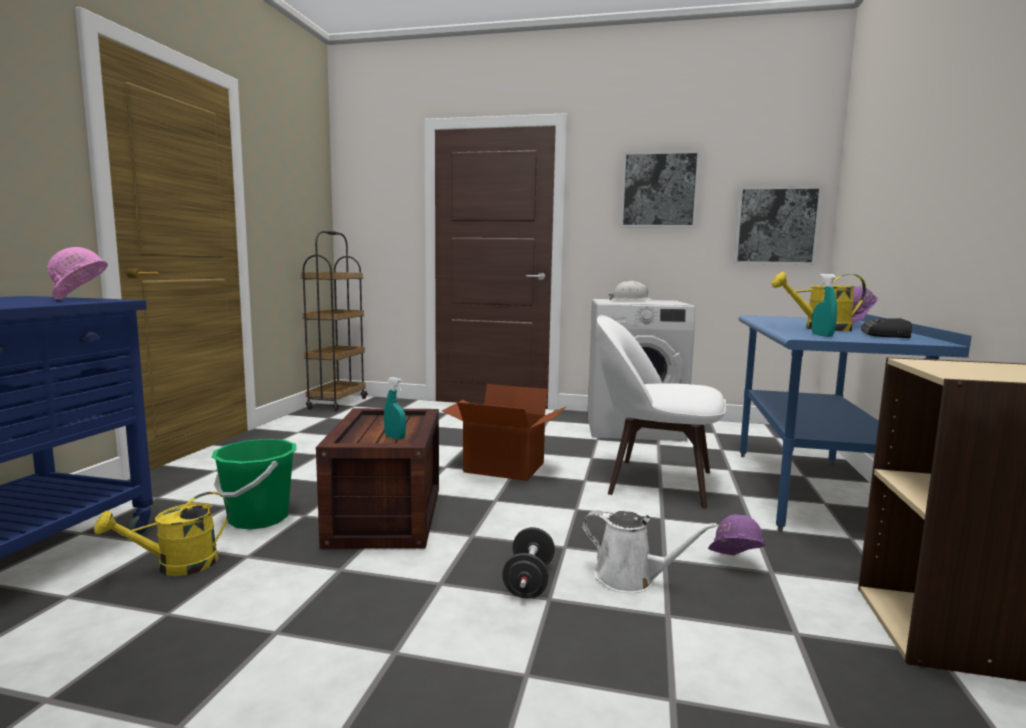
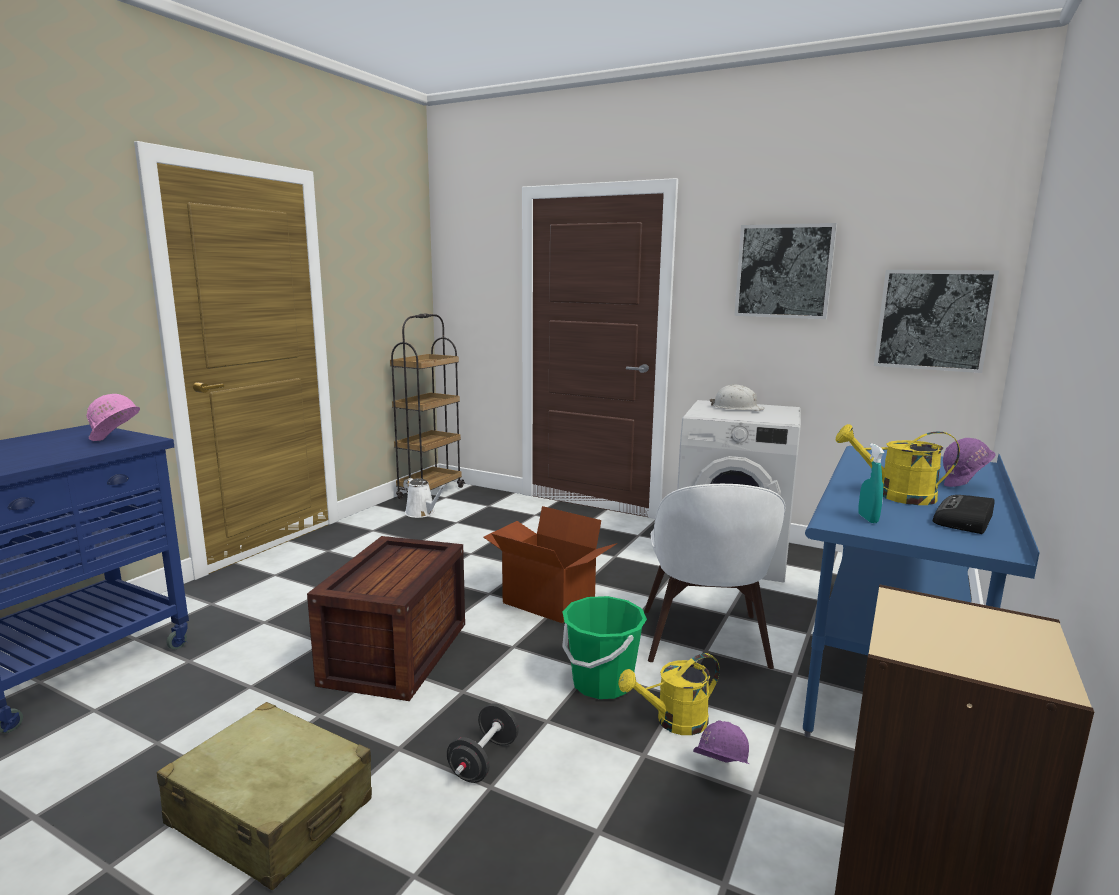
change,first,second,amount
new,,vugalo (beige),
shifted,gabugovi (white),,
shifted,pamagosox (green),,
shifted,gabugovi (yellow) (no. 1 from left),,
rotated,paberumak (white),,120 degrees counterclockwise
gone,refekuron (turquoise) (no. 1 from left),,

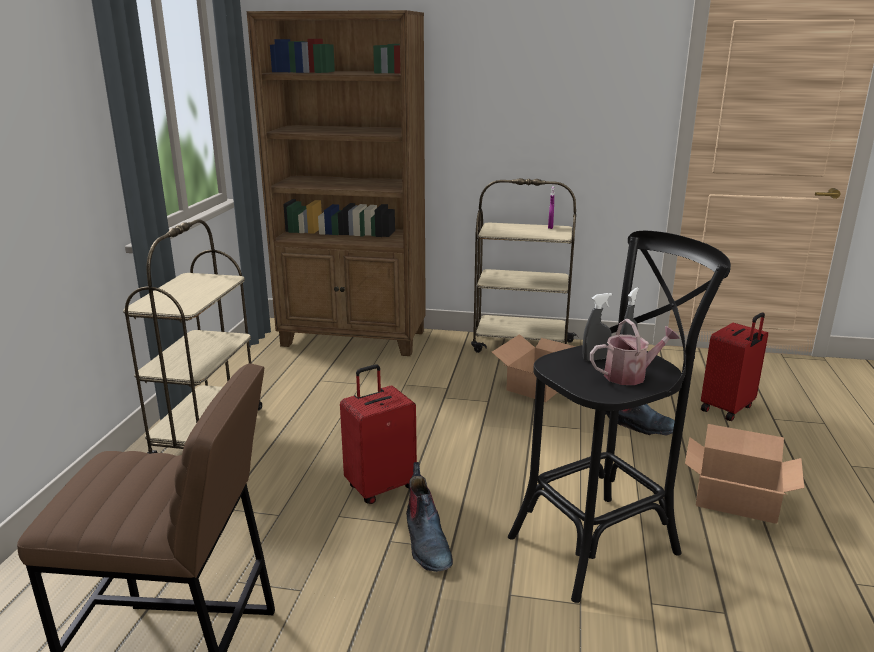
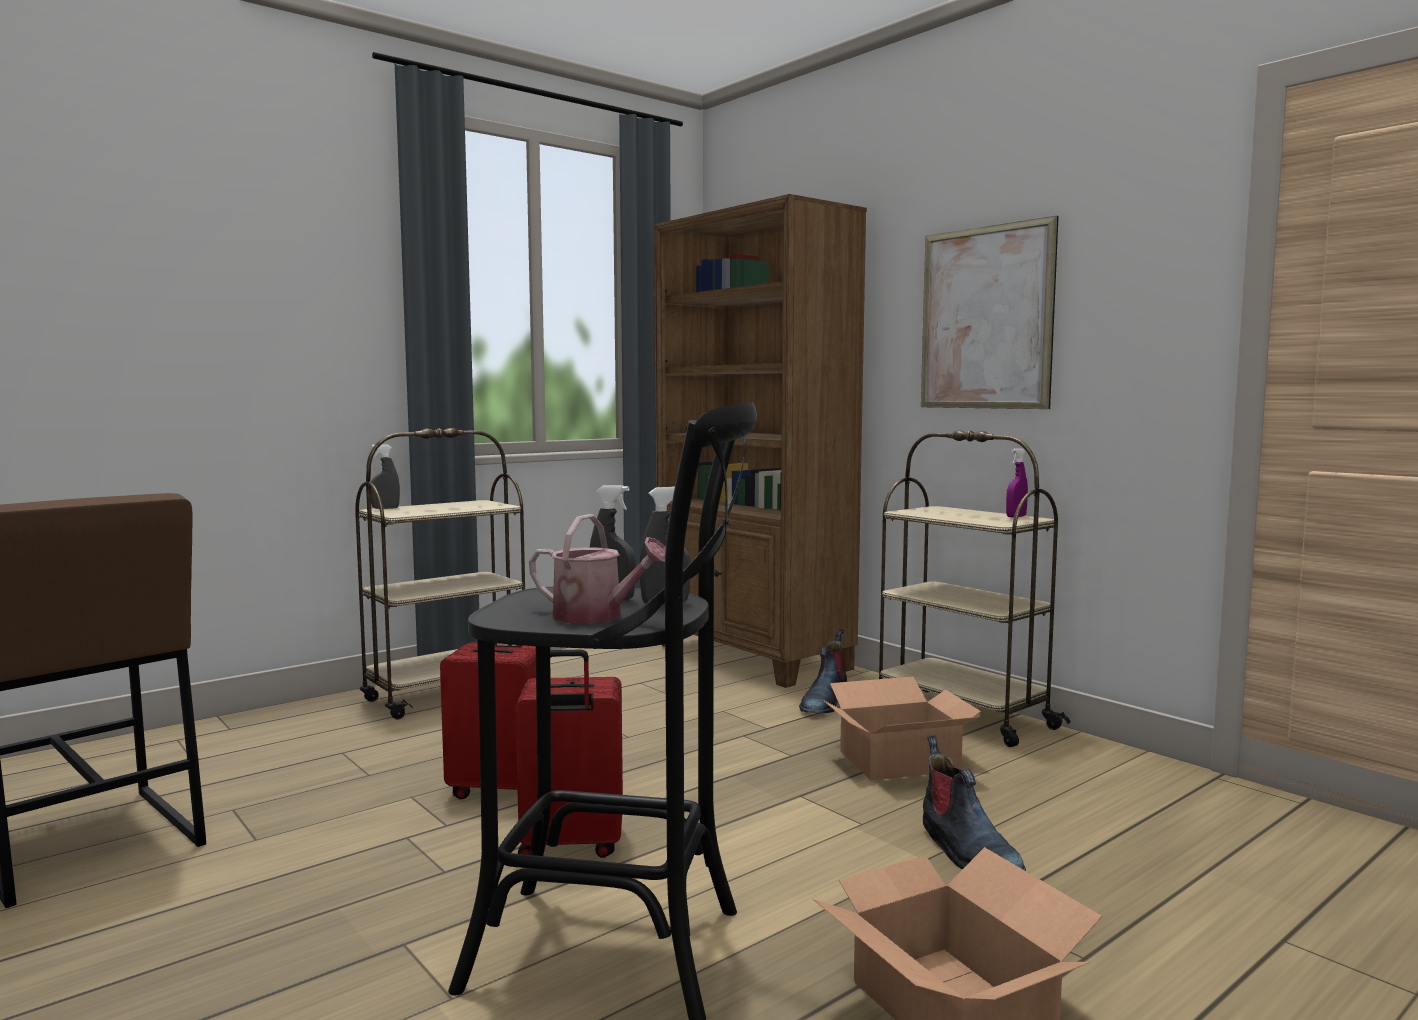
change,first,second,amount
new,,refekuron (grey) (no. 1 from left),
shifted,vugalo (red) (no. 2 from left),,
shifted,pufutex (no. 1 from left),,
new,,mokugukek,

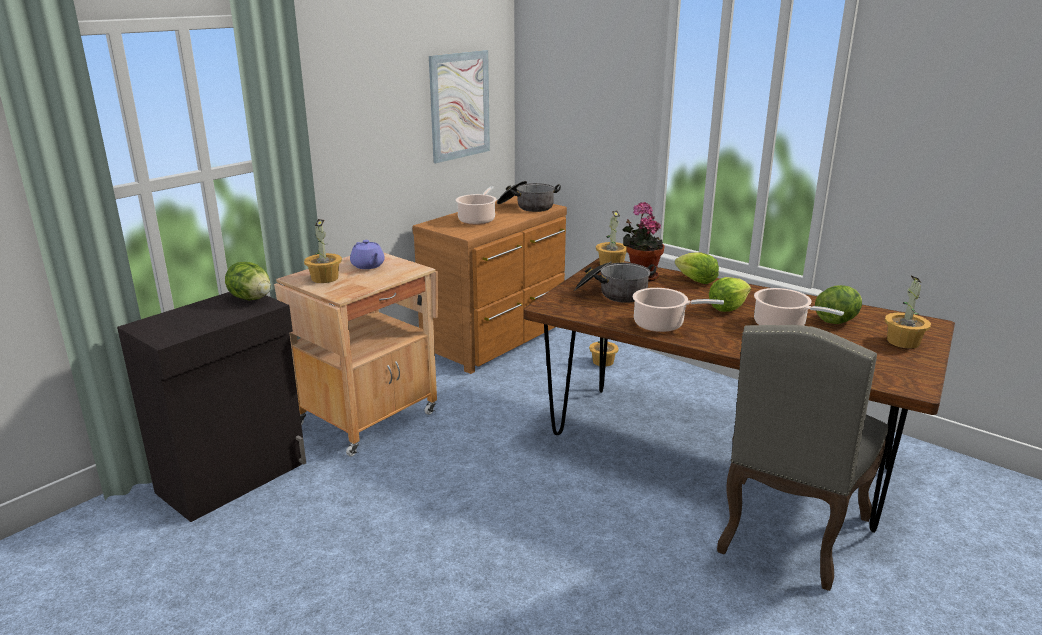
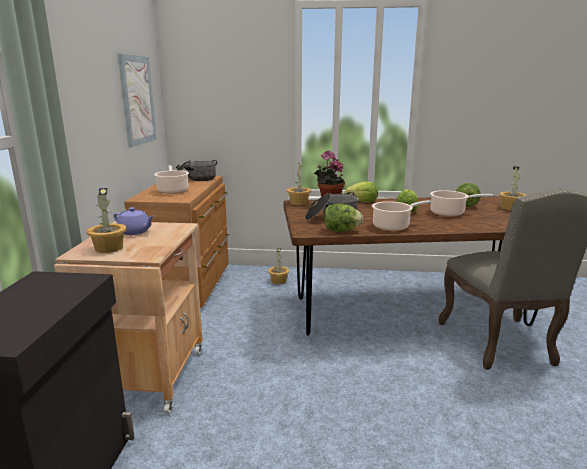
change,first,second,amount
shifted,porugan (no. 1 from left),,

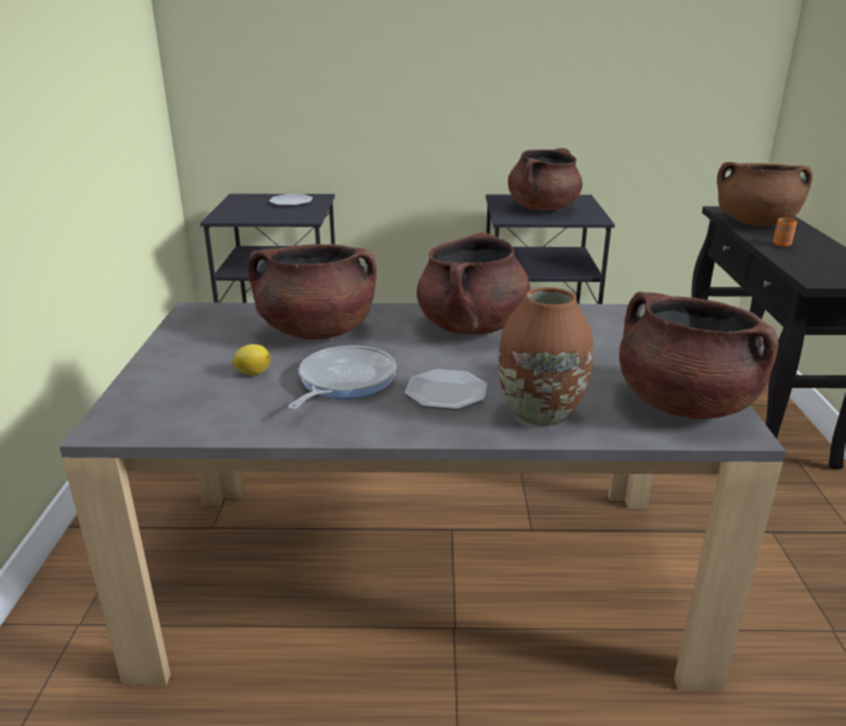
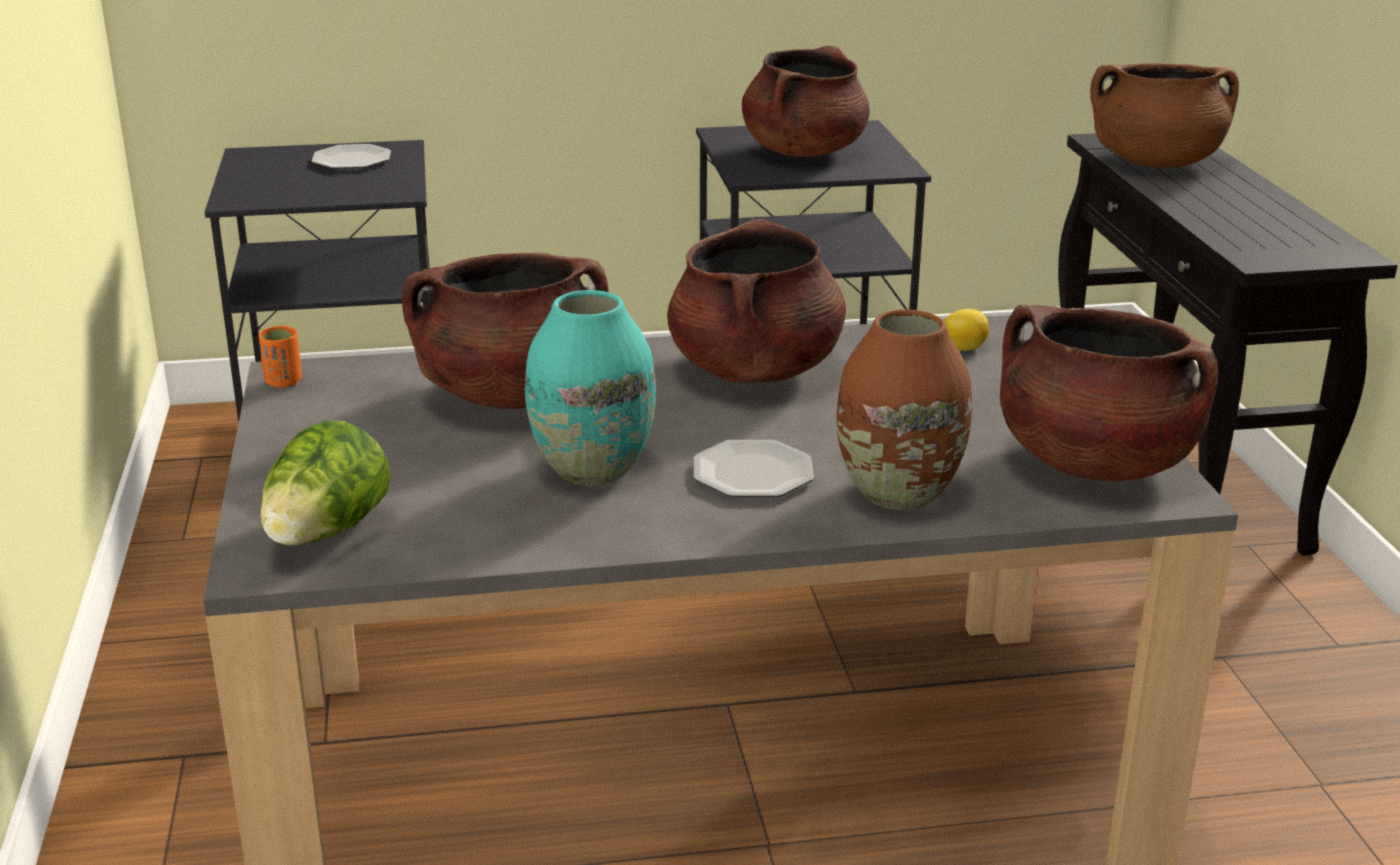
change,first,second,amount
shifted,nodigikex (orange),,
new,,porugan,
swapped,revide,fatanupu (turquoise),
shifted,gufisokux,,

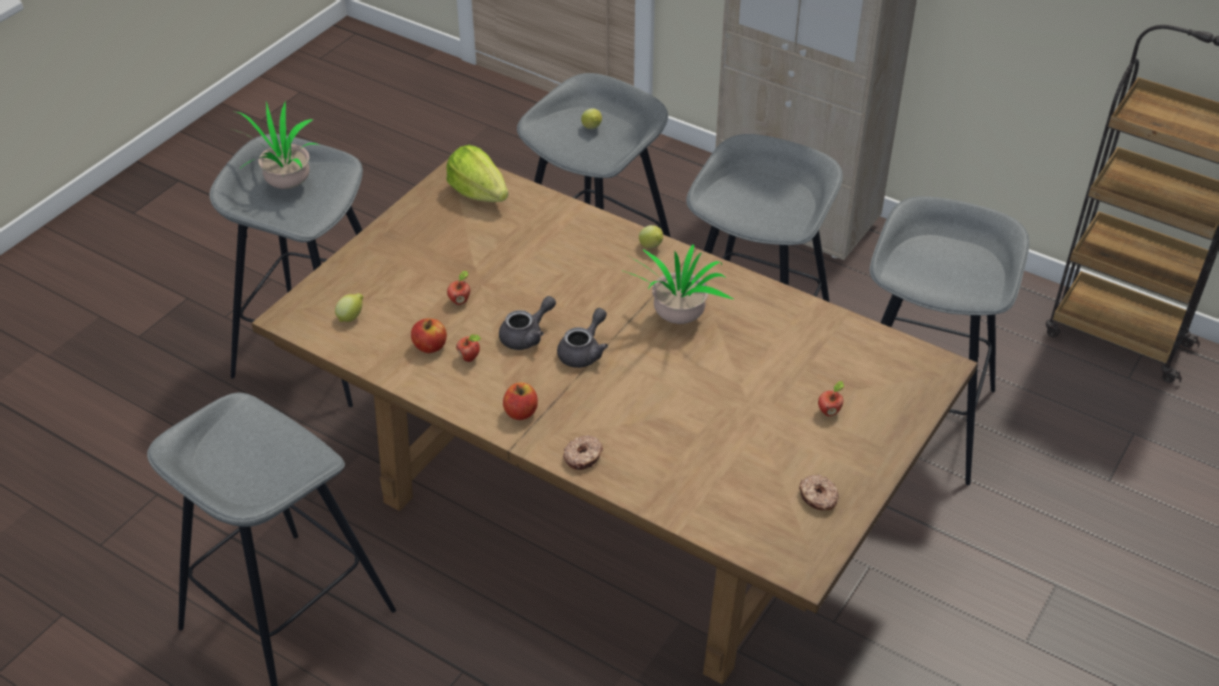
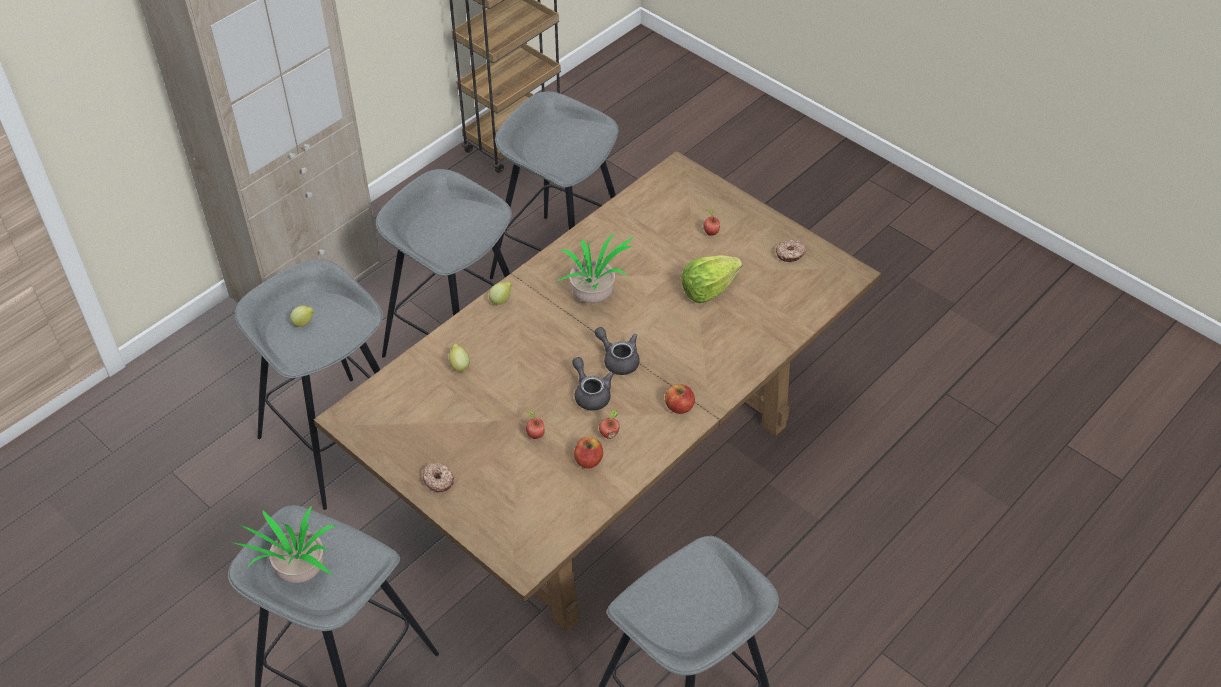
change,first,second,amount
shifted,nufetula (no. 1 from left),,
shifted,gufisokux (no. 1 from left in the first image),gufisokux (no. 2 from left),
shifted,porugan,,

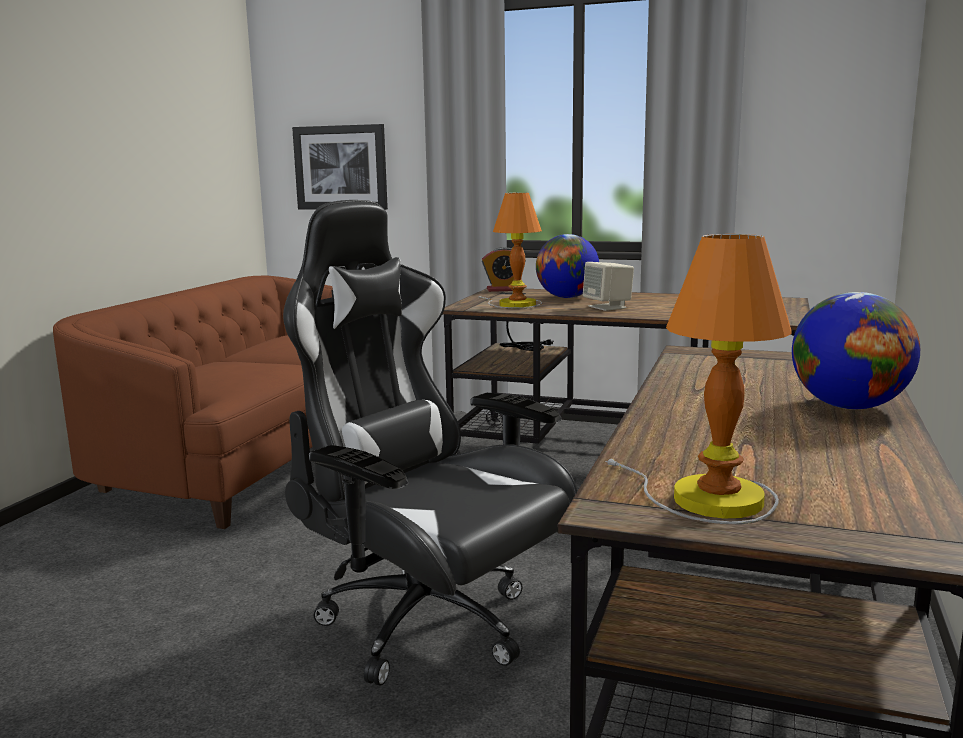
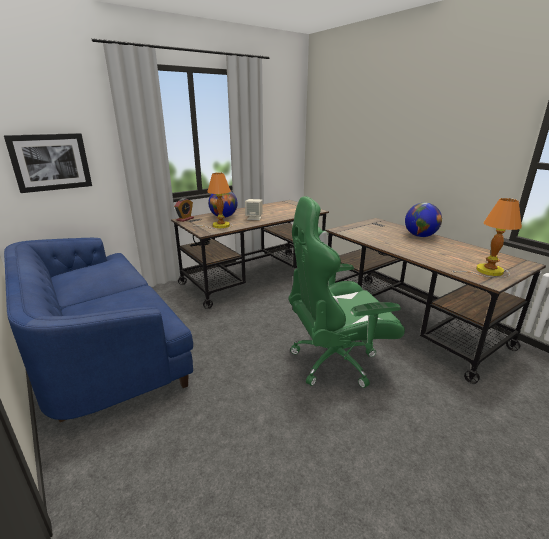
change,first,second,amount
repainted,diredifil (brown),diredifil (blue),
repainted,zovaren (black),zovaren (green),

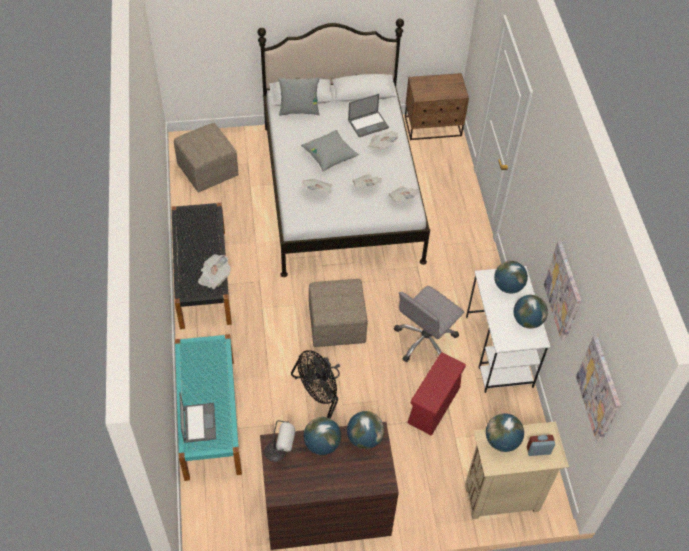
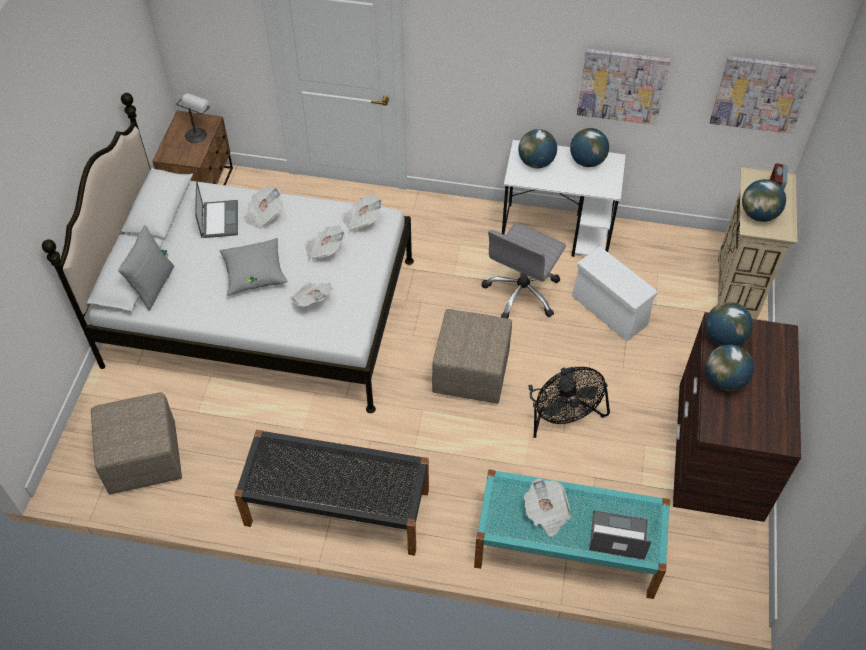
change,first,second,amount
shifted,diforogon,,
rotated,zovaren (grey),,60 degrees clockwise
shifted,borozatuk (no. 1 from left in the first image),borozatuk (no. 5 from left),
repainted,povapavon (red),povapavon (white),

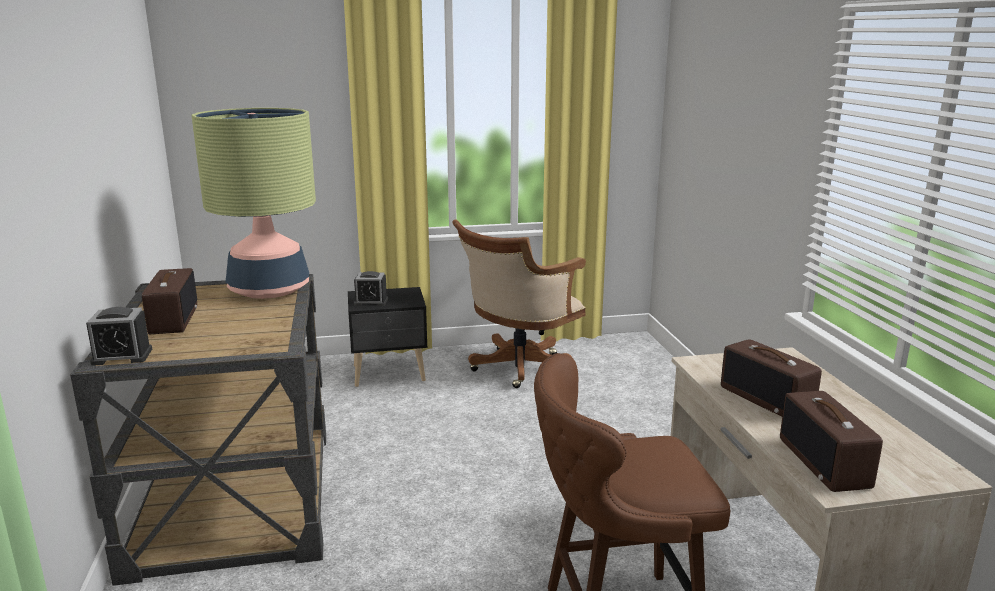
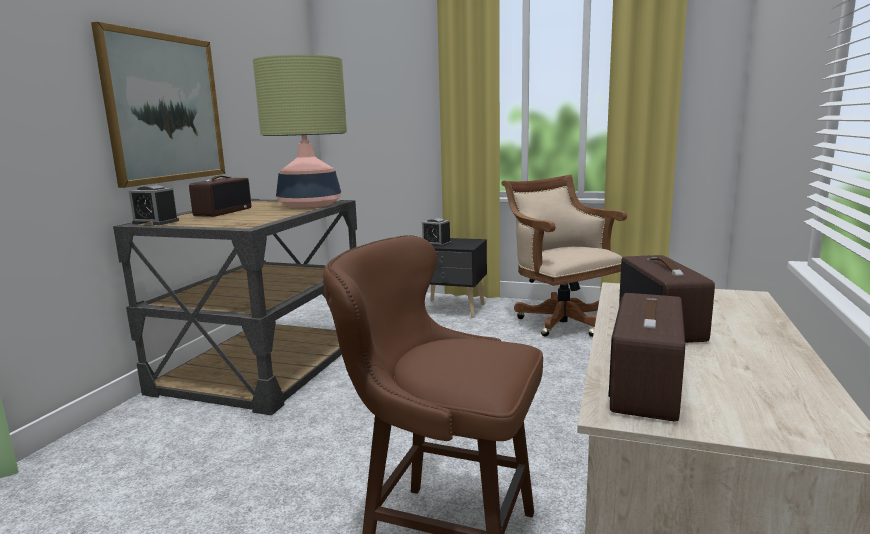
change,first,second,amount
new,,mokugukek,
rotated,zovaren,,75 degrees clockwise

